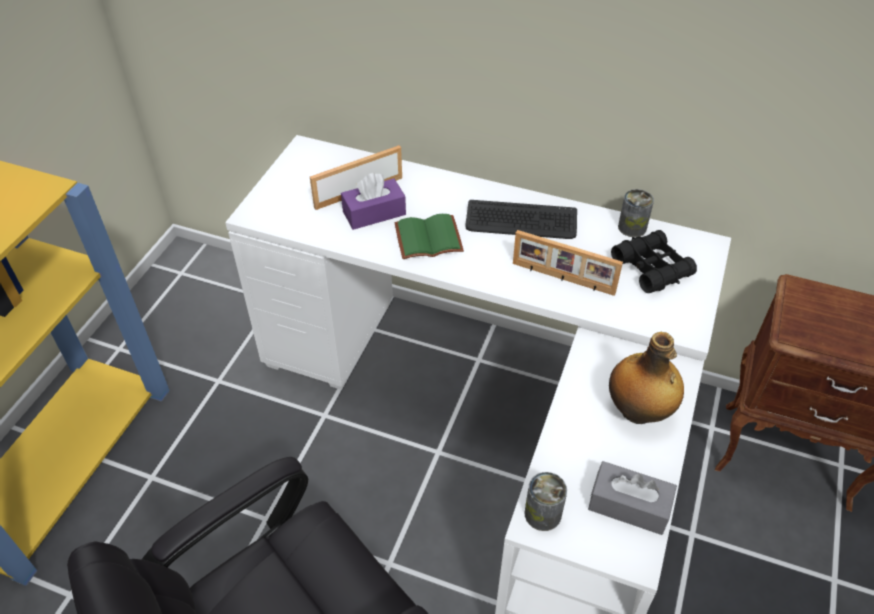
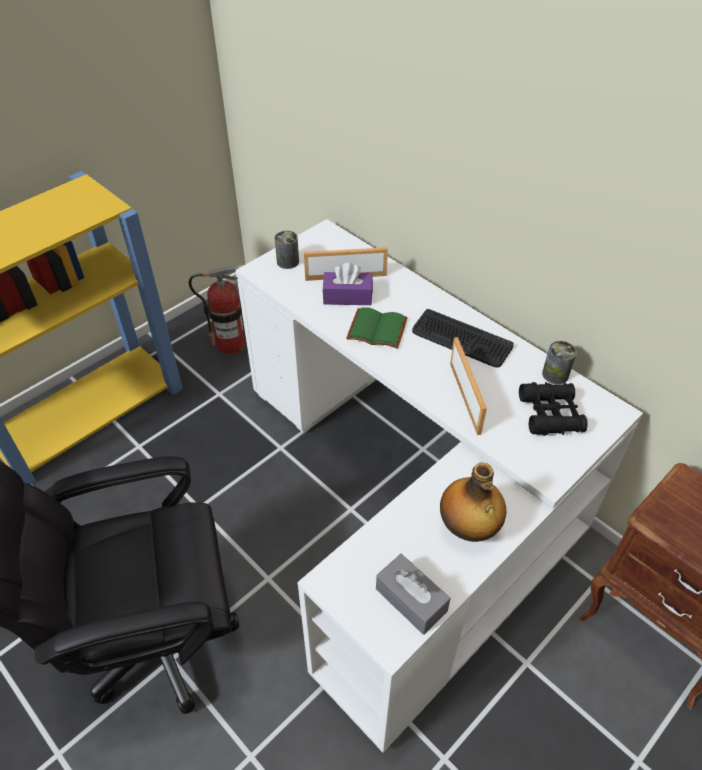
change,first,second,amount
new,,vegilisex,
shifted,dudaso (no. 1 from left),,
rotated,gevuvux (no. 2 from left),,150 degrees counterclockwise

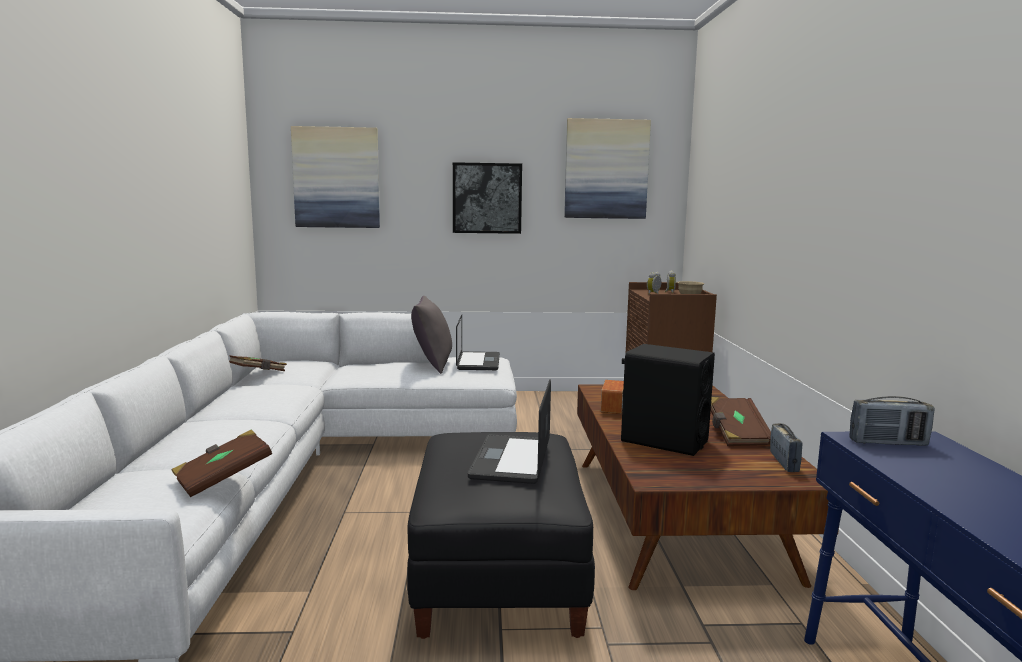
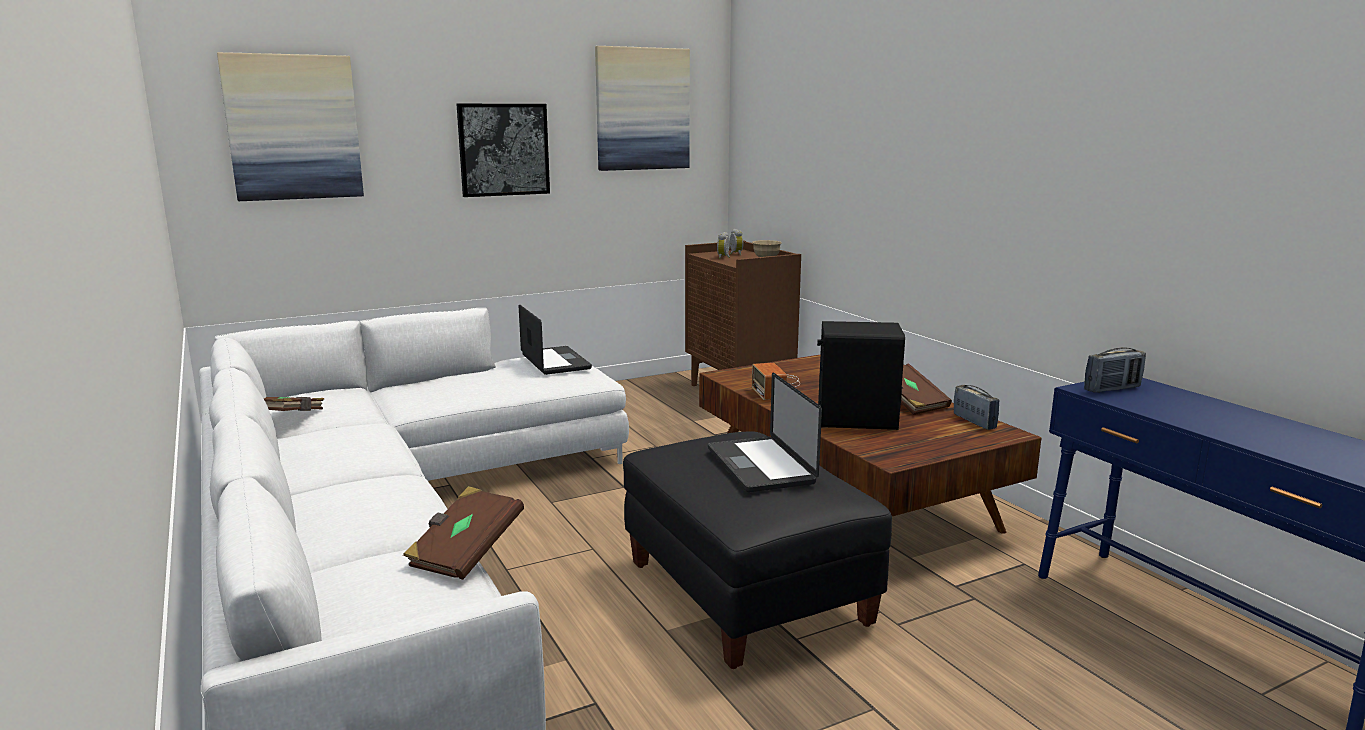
change,first,second,amount
gone,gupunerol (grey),,

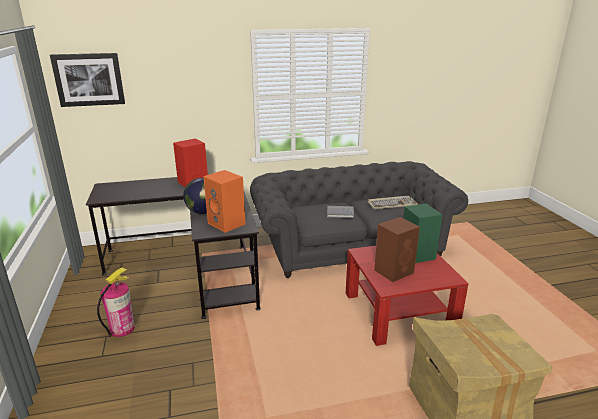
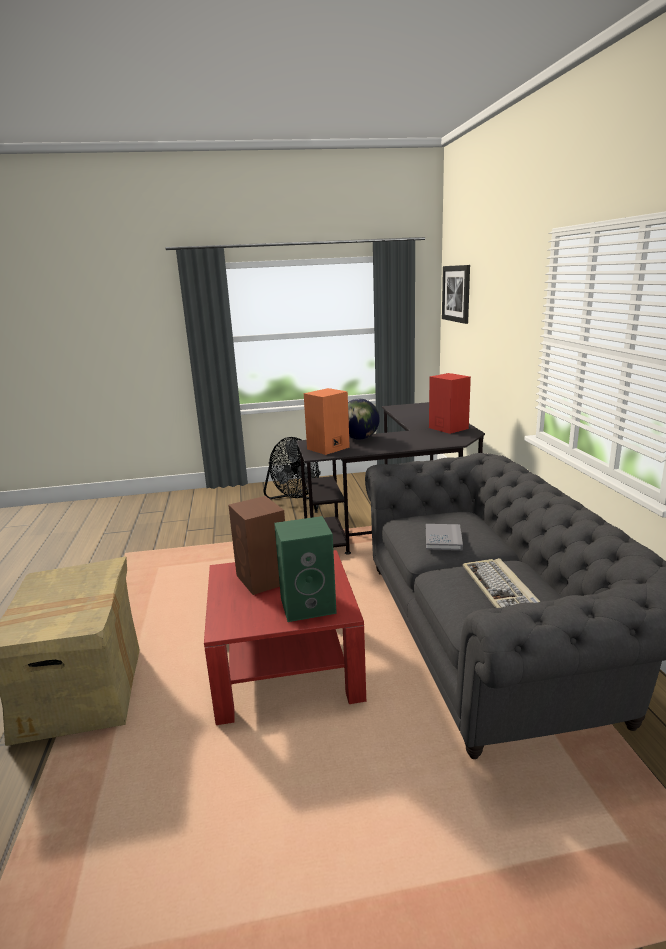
change,first,second,amount
swapped,vegilisex,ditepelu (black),

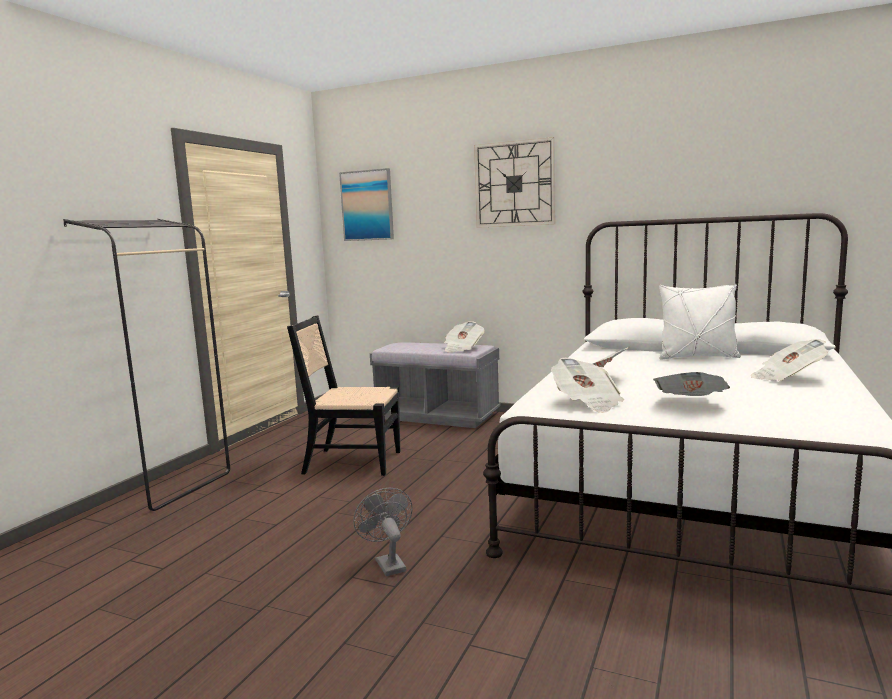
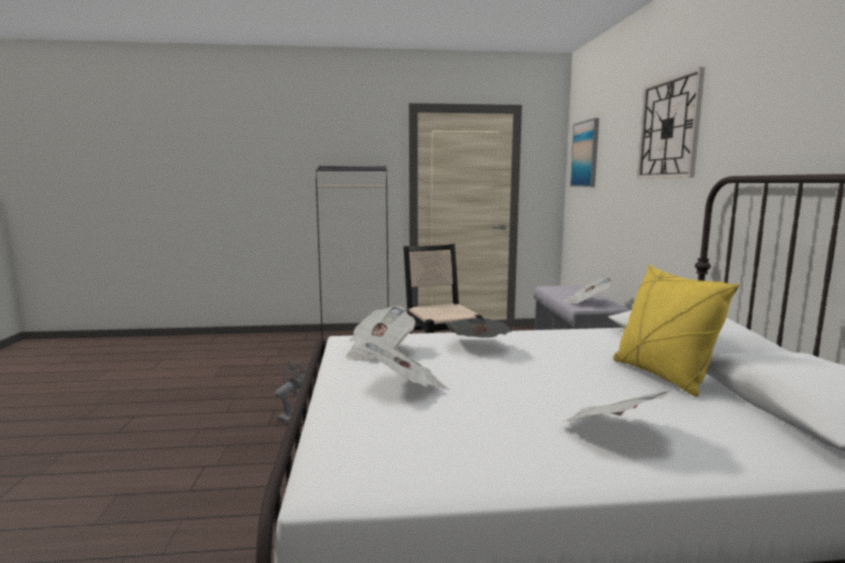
change,first,second,amount
repainted,gupunerol (white),gupunerol (yellow),

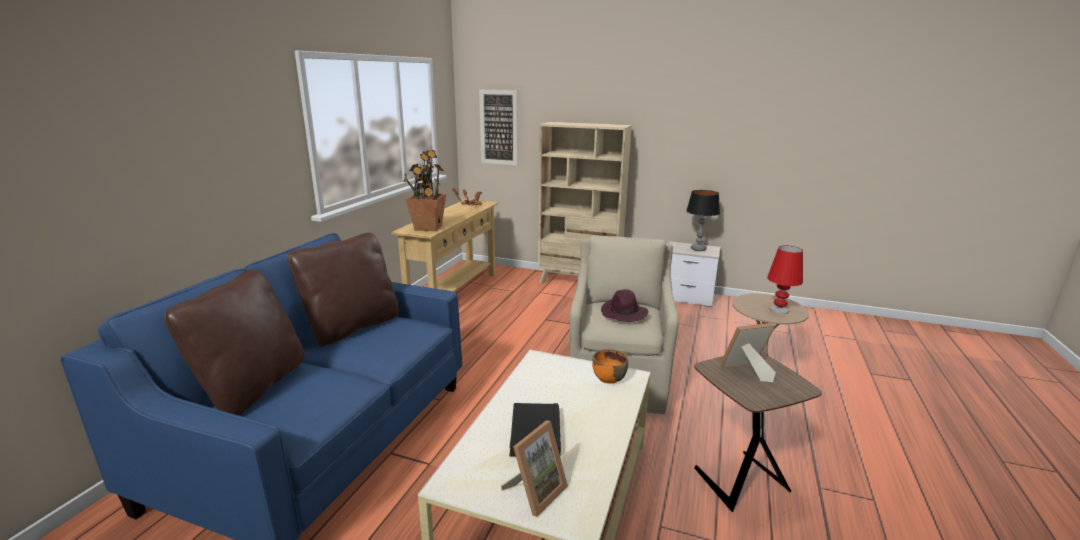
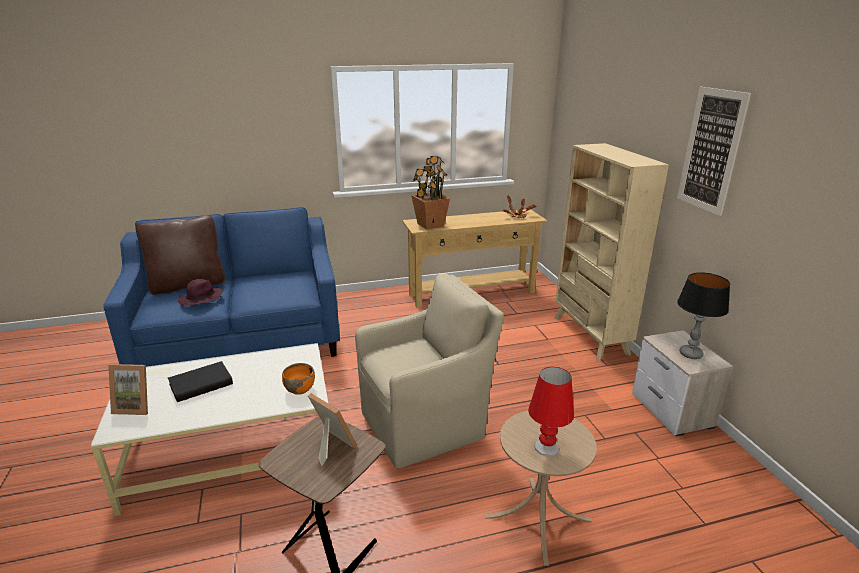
change,first,second,amount
shifted,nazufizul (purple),,
shifted,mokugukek,,
gone,gupunerol (brown) (no. 2 from left),,

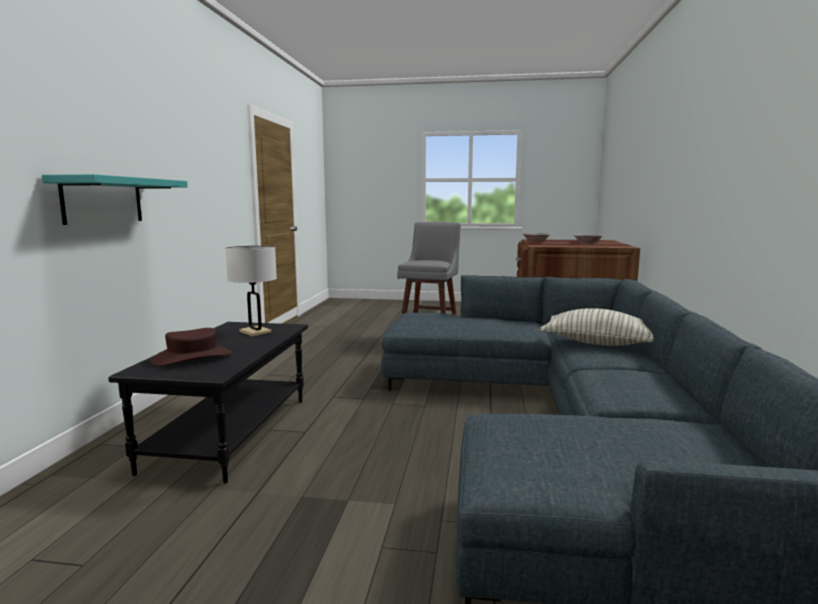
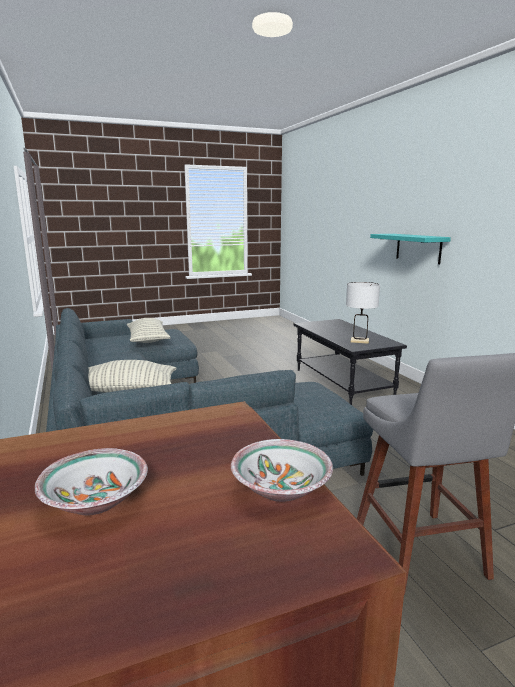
change,first,second,amount
new,,gupunerol (no. 2 from left),
gone,nazufizul (brown),,

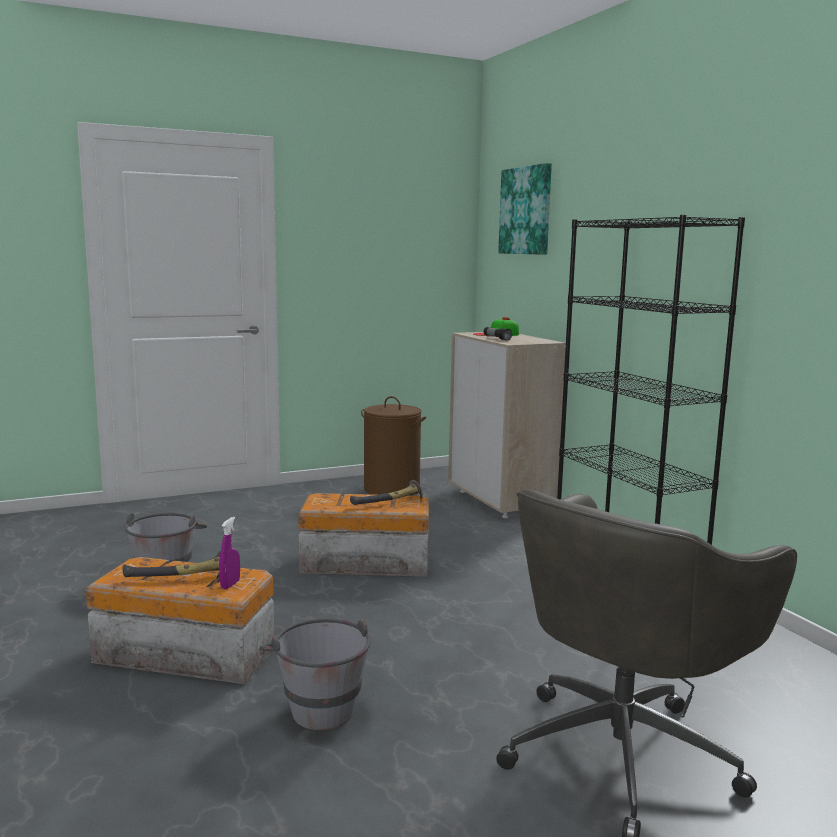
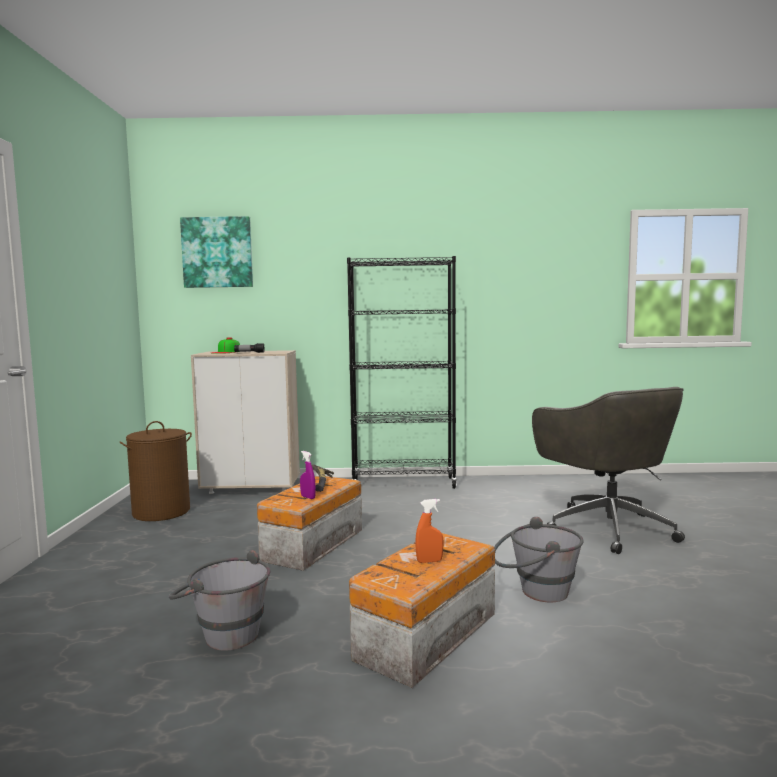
change,first,second,amount
shifted,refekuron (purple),,
swapped,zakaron (no. 1 from left),refekuron (orange),

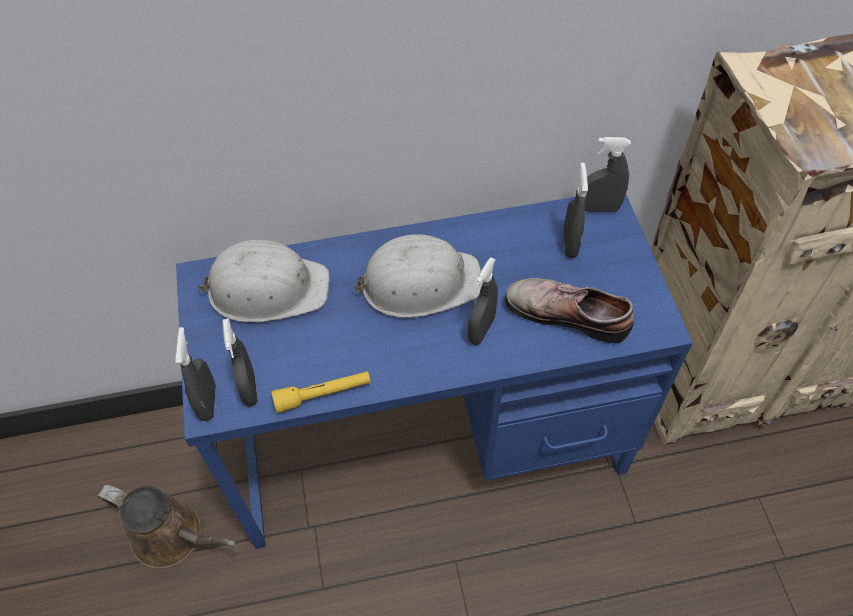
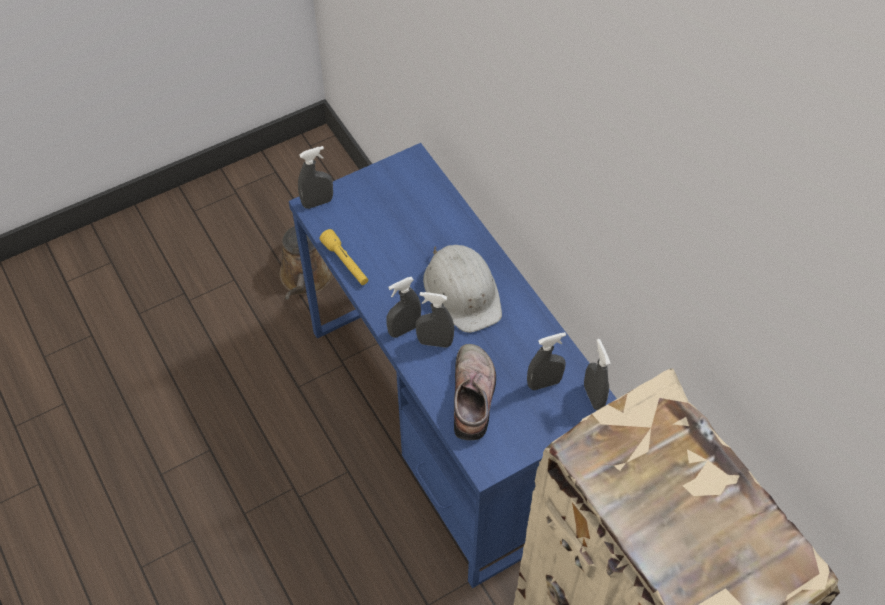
change,first,second,amount
shifted,refekuron (grey) (no. 2 from left),,
gone,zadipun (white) (no. 1 from left),,

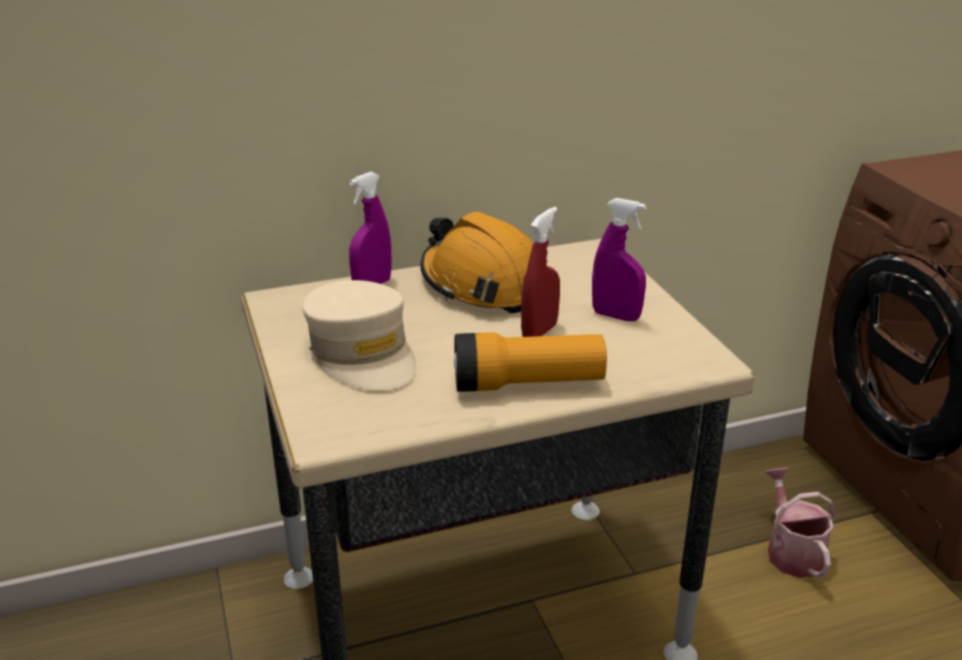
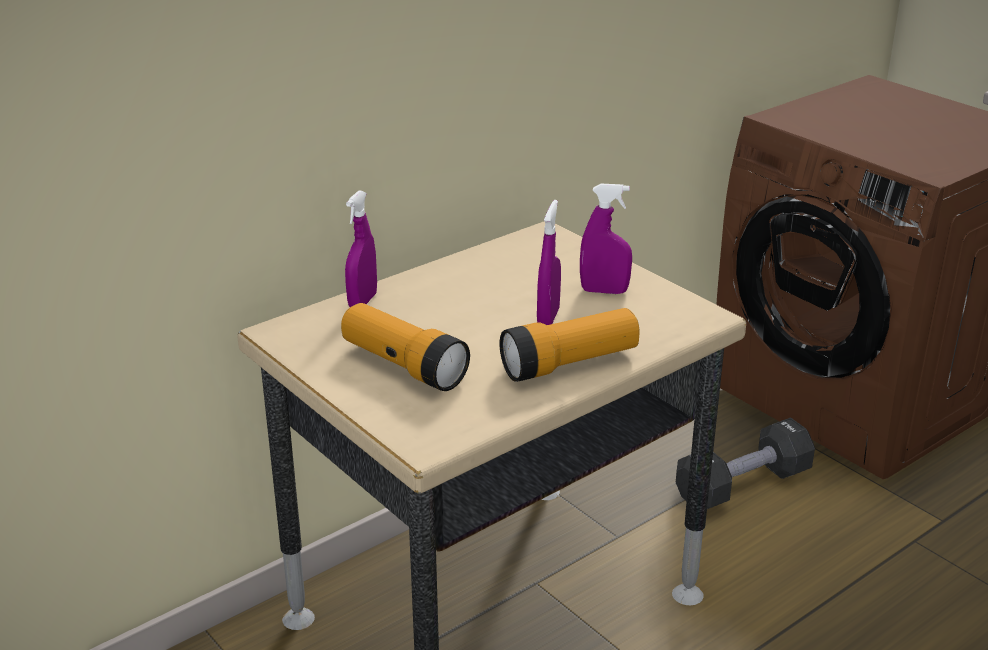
change,first,second,amount
swapped,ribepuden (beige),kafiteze (no. 1 from left),
repainted,refekuron (red),refekuron (purple) (no. 2 from left),
swapped,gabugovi,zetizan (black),
gone,zadipun (orange),,

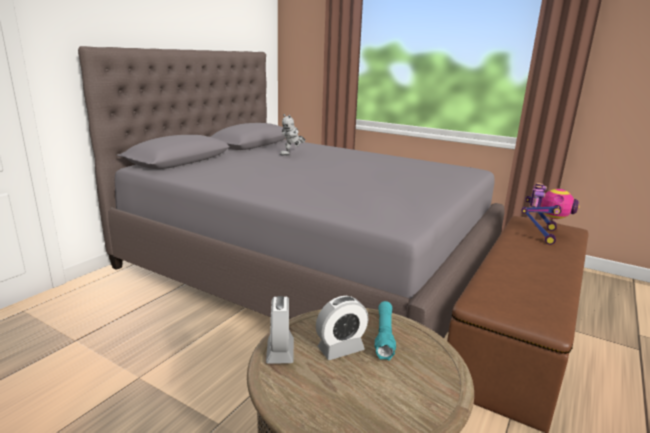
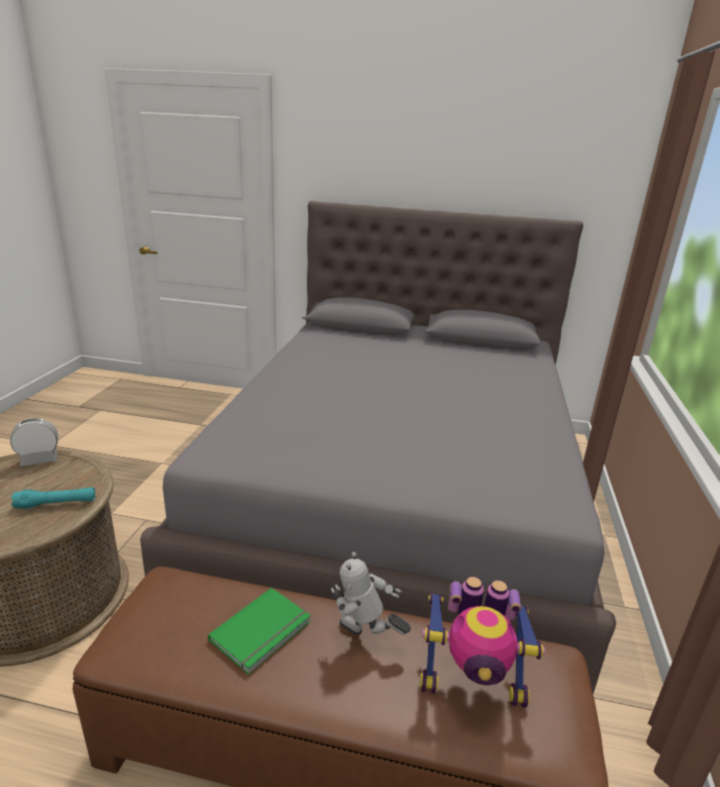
change,first,second,amount
new,,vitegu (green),
shifted,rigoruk (no. 1 from left),,
gone,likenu (no. 2 from left),,

